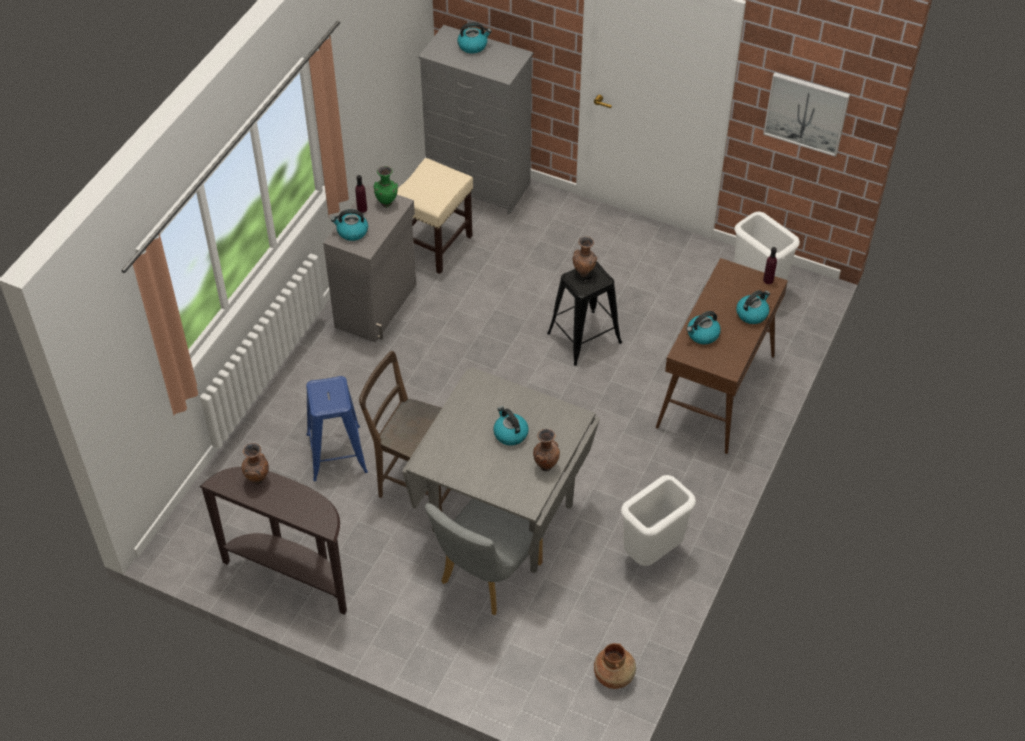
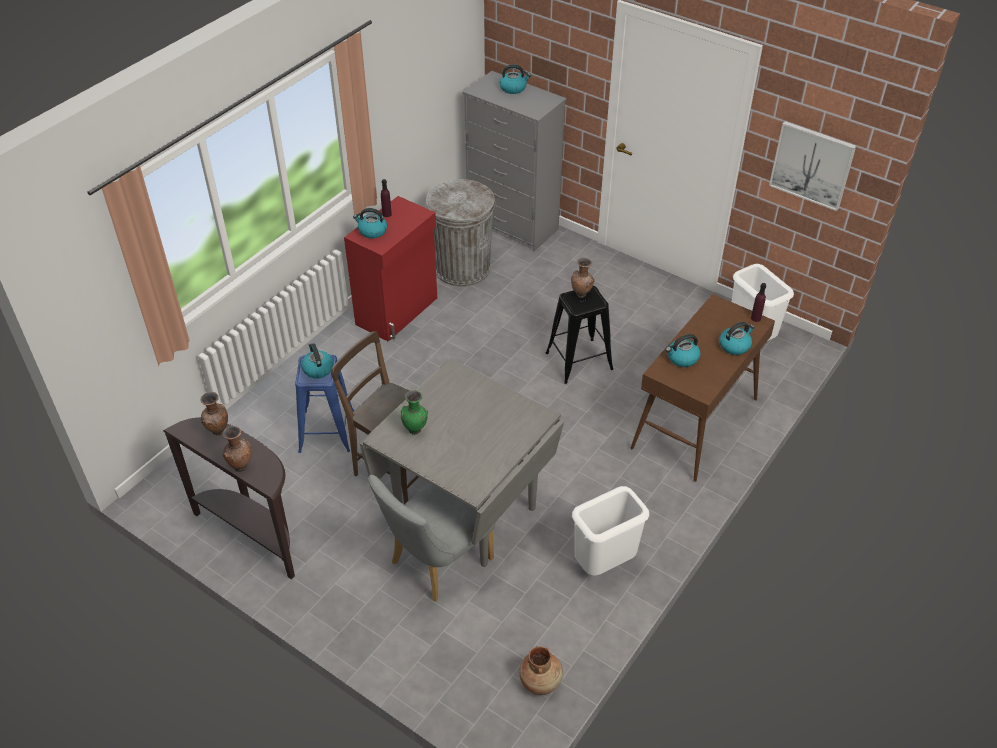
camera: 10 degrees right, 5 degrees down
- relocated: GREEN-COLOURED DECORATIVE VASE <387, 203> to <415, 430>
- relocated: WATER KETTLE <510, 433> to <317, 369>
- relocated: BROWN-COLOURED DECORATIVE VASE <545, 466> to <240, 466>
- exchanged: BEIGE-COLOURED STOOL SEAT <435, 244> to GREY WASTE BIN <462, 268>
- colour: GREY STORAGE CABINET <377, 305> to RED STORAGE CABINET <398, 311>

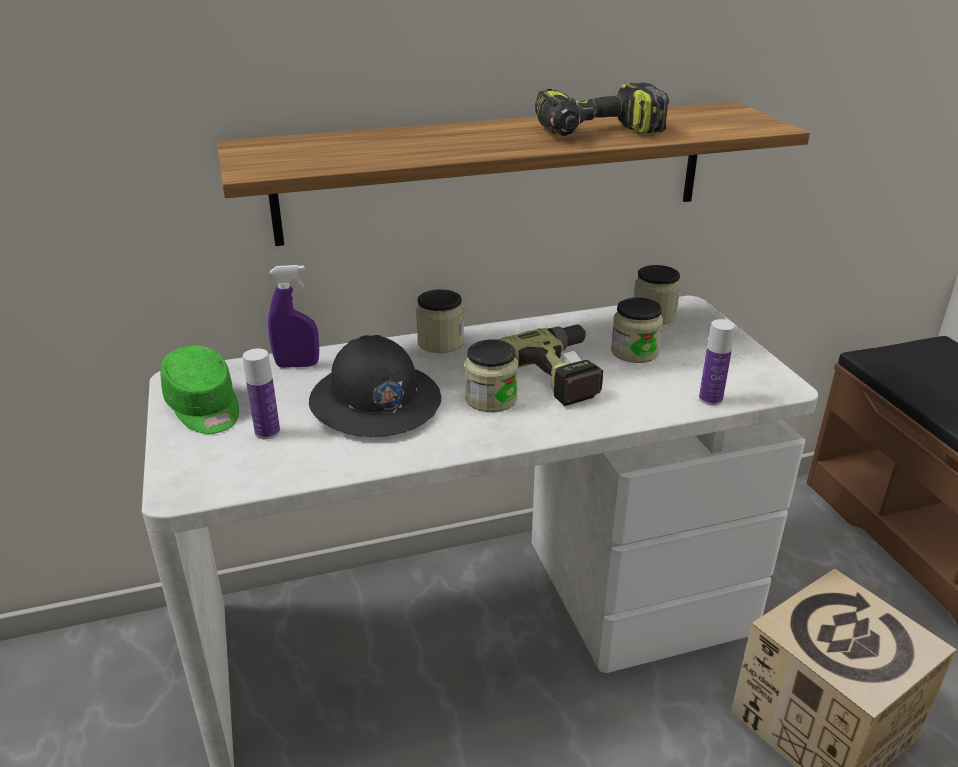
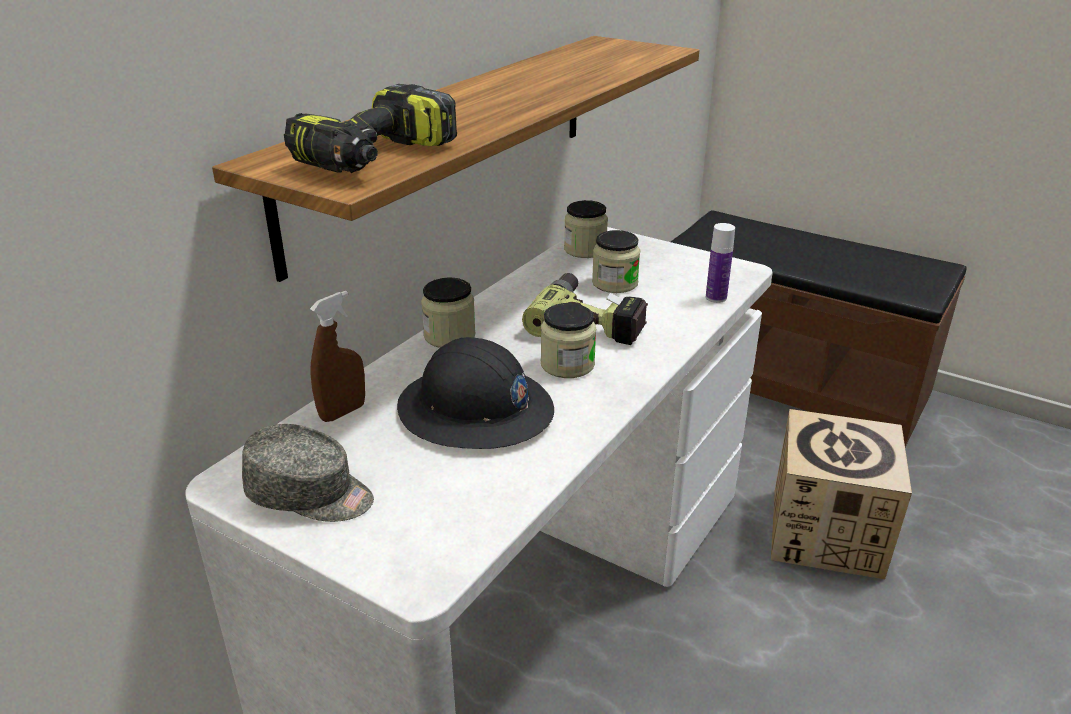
camera: 40 degrees left, 0 degrees up
- missing: DRINK BOTTLE <267, 432>
- relocated: ELECTRIC DRILL <598, 133> to <377, 158>
- colour: GREEN-COLOURED CAP <204, 408> to GREY CAP <311, 495>
- colour: PURPLE SPRAY BOTTLE <297, 365> to BROWN-COLOURED SPRAY BOTTLE <343, 412>

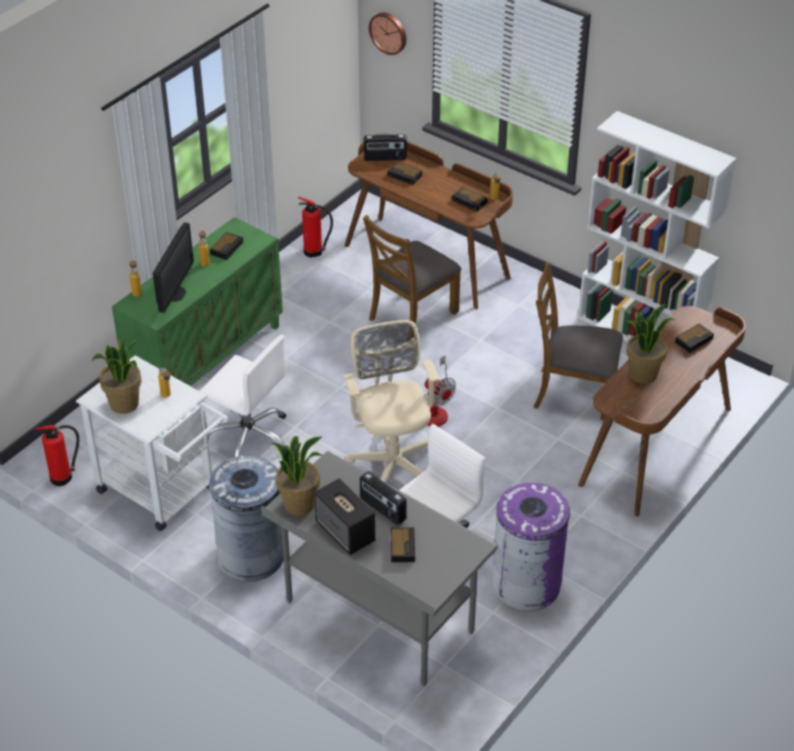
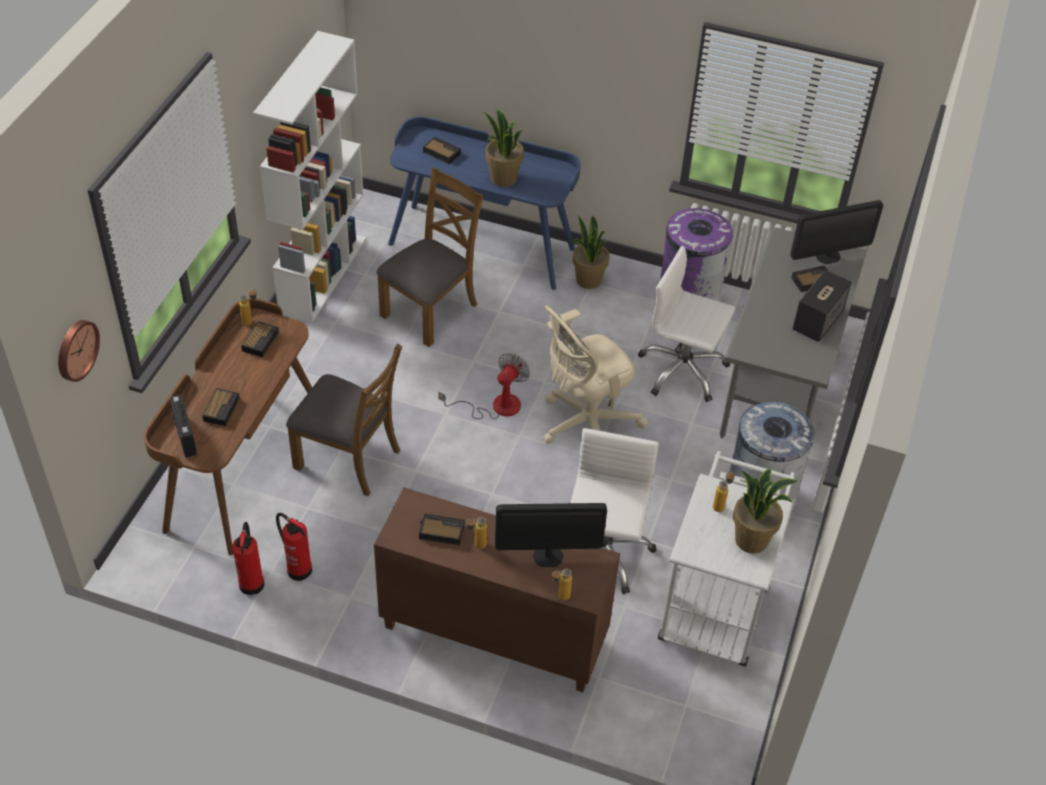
camera: 110 degrees left, 5 degrees up
- missing: RADIO RECEIVER <382, 509>
- appeared: COMPUTER SCREEN <828, 256>
- relocated: FIRE EXTINGUISHER <63, 477> to <298, 568>
- relocated: PLANT IN A POT <299, 504> to <588, 280>
- colour: GREEN-COLOURED STORAGE CABINET <206, 359> to BROWN-COLOURED STORAGE CABINET <492, 634>
- colour: BROWN-COLOURED DESK <658, 447> to BLUE-COLOURED DESK <482, 245>
- spun: BROWN-COLOURED UPRIGHT CHAIR <573, 393> = <430, 310> 135 degrees counterclockwise

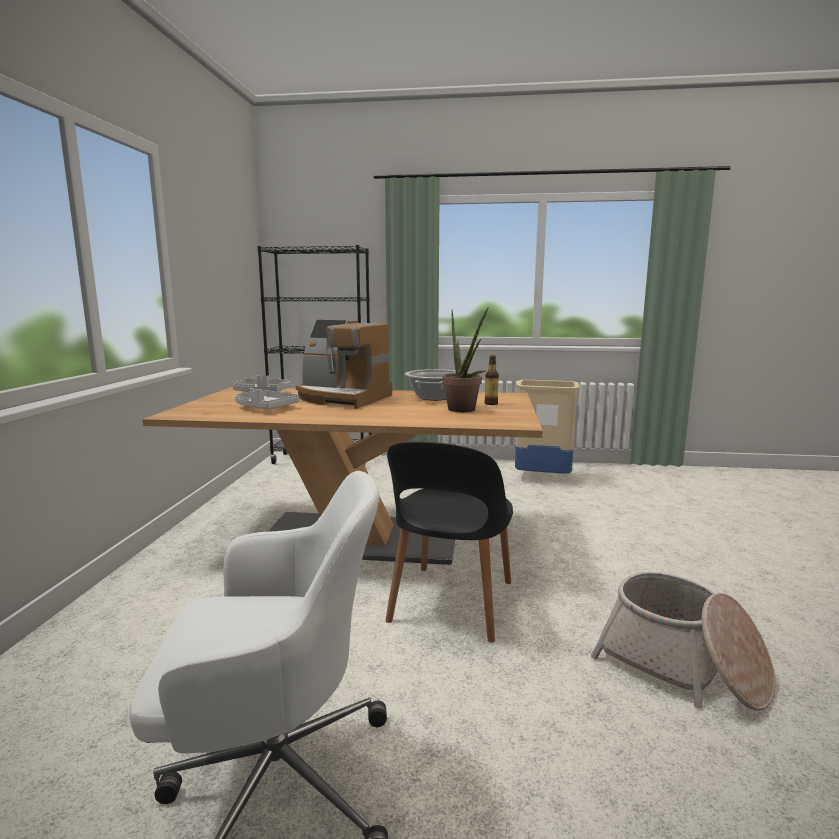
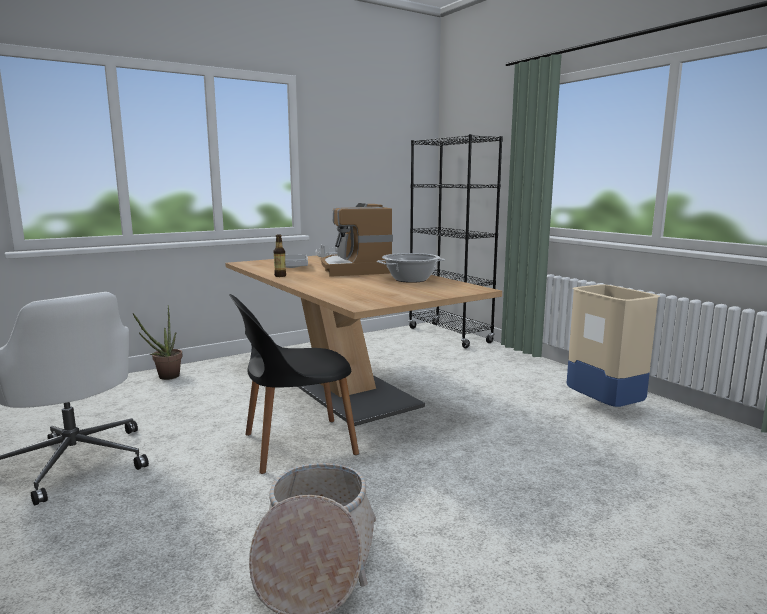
camera: 50 degrees right, 0 degrees up
- relocated: PLANT IN A POT <464, 410> to <165, 377>
- relocated: DRINK BOTTLE <491, 403> to <280, 276>

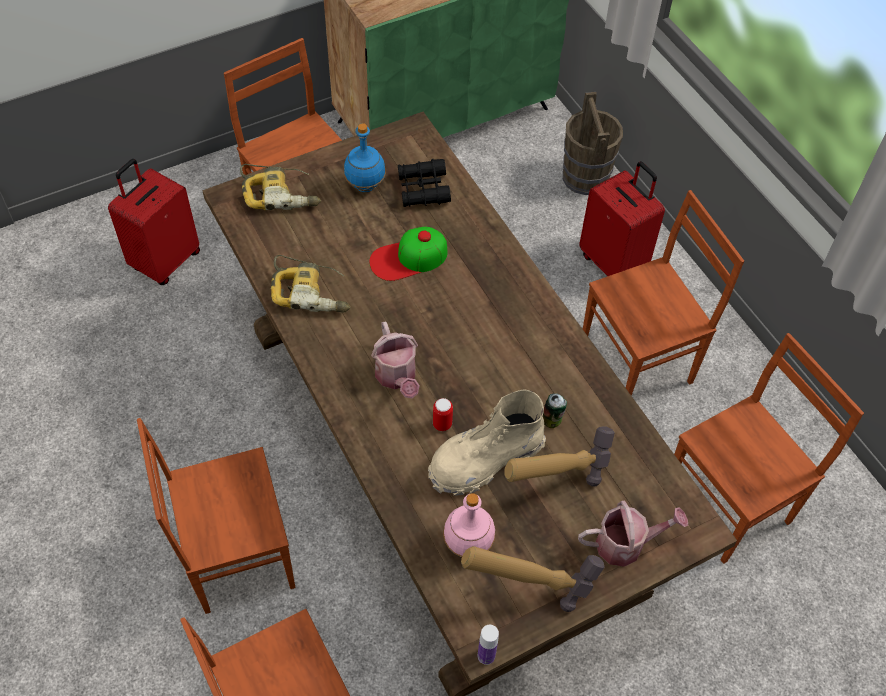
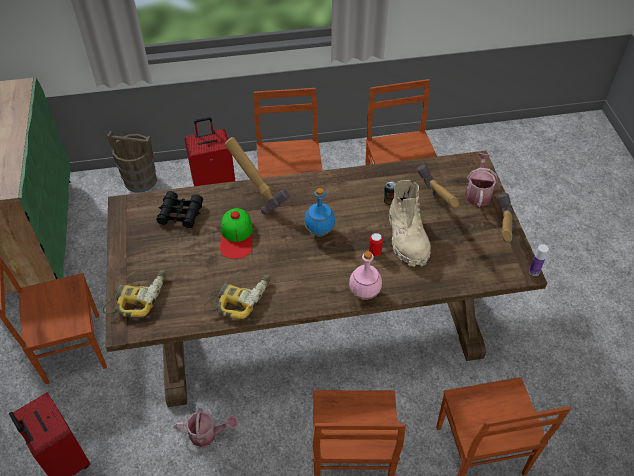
camera: 70 degrees left, 5 degrees down
- appeared: TOOL HAMMER <259, 196>
- relocated: BLUE-COLOURED DRINK BOTTLE <365, 186> to <319, 232>
- relocated: WATERING POT <397, 377> to <207, 434>
- relocated: PINK-COLOURED DRINK BOTTLE <468, 545> to <365, 294>

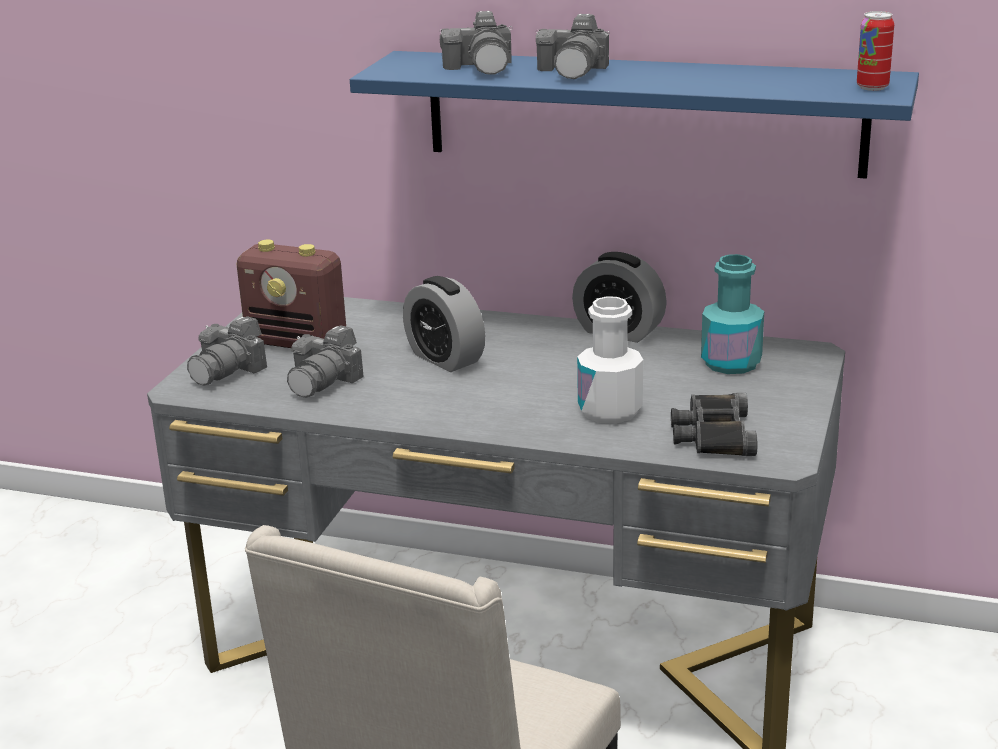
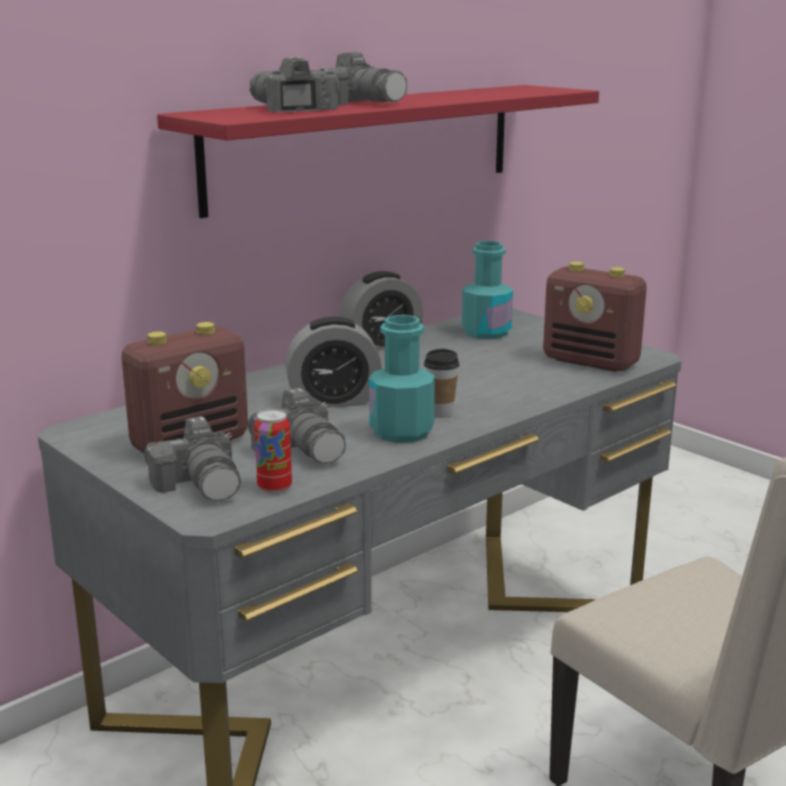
camera: 60 degrees left, 5 degrees down
- missing: WHITISH DRINK BOTTLE <610, 411>
- appeared: TURQUOISE-COLOURED DRINK BOTTLE <401, 432>
- appeared: CUP <440, 413>
- relocated: SEALED CAN <872, 87> to <274, 488>
- exchanged: BLACKISH BINOCULARS <713, 435> to RADIO RECEIVER <591, 362>
- colour: BLUE-COLOURED SHELF <641, 112> to RED SHELF <366, 145>
- spun: STILL CAMERA <482, 67> = <290, 109> 150 degrees counterclockwise

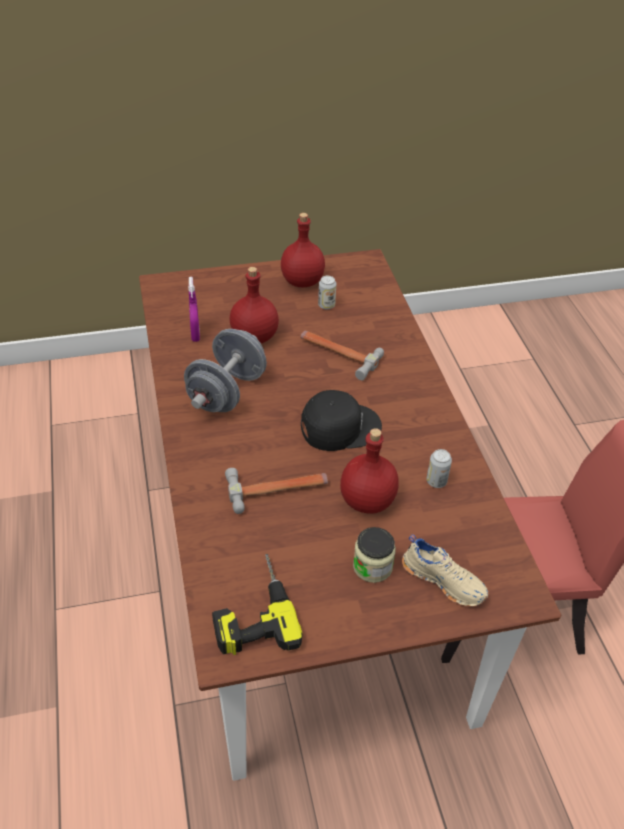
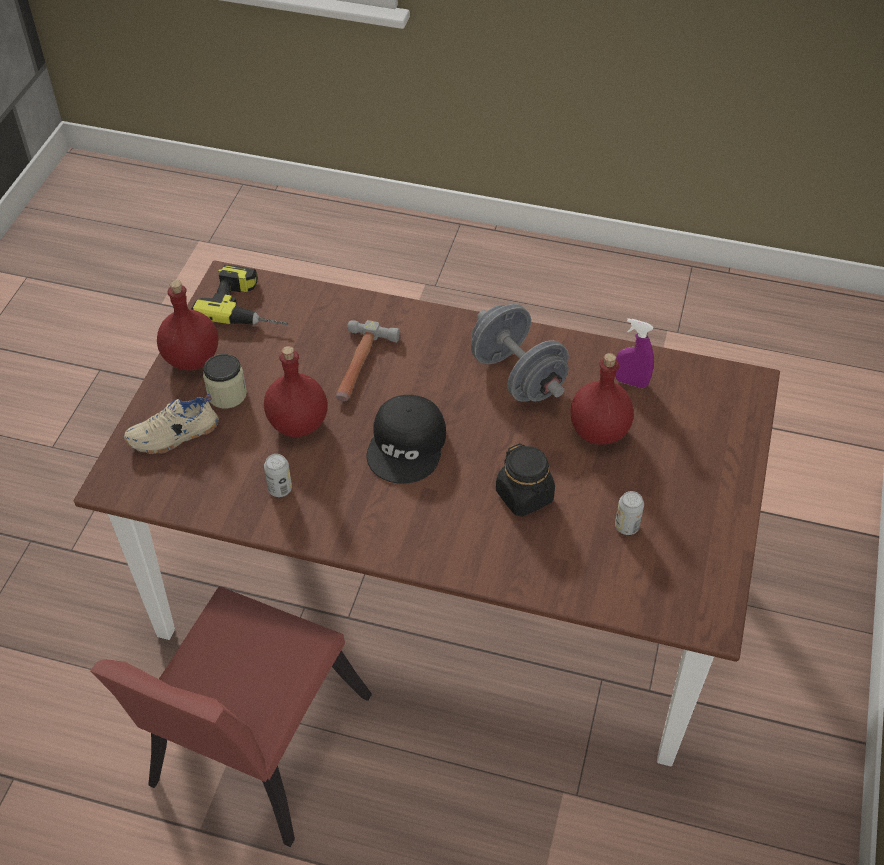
camera: 120 degrees right, 5 degrees up
- relocated: RED DRINK BOTTLE <301, 281> to <192, 358>
- exchanged: TOOL HAMMER <338, 354> to BLACKISH JAR <524, 496>

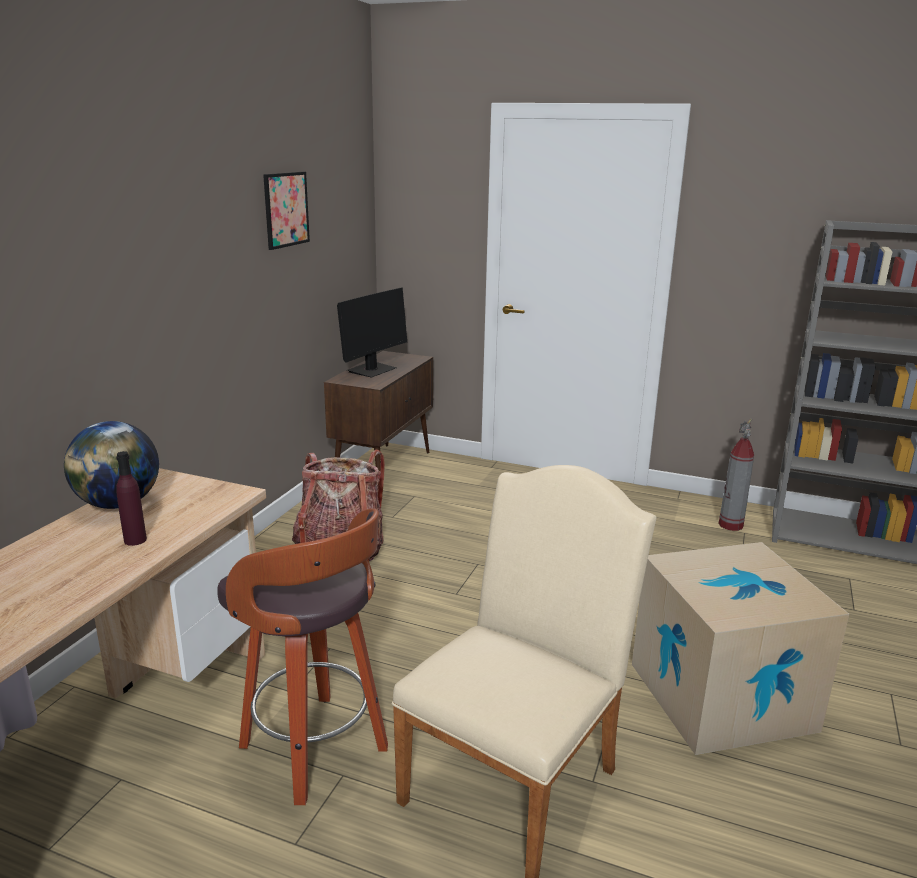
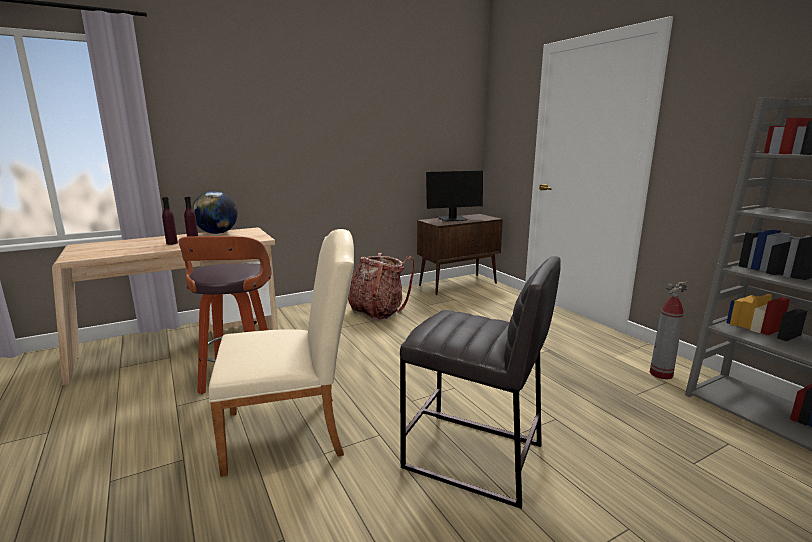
camera: 40 degrees right, 5 degrees down
- missing: WALL ART <286, 209>
- appeared: PURPLE DRINK BOTTLE <172, 243>
- exchanged: CARTON <721, 696> to GREY STOOL SEAT <474, 457>

